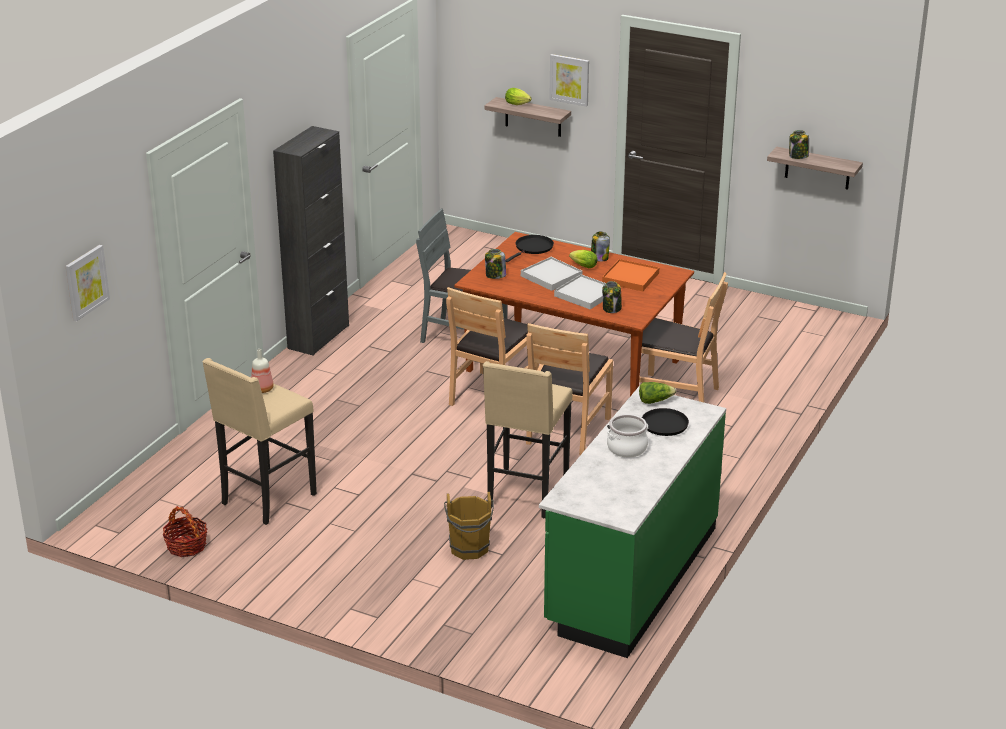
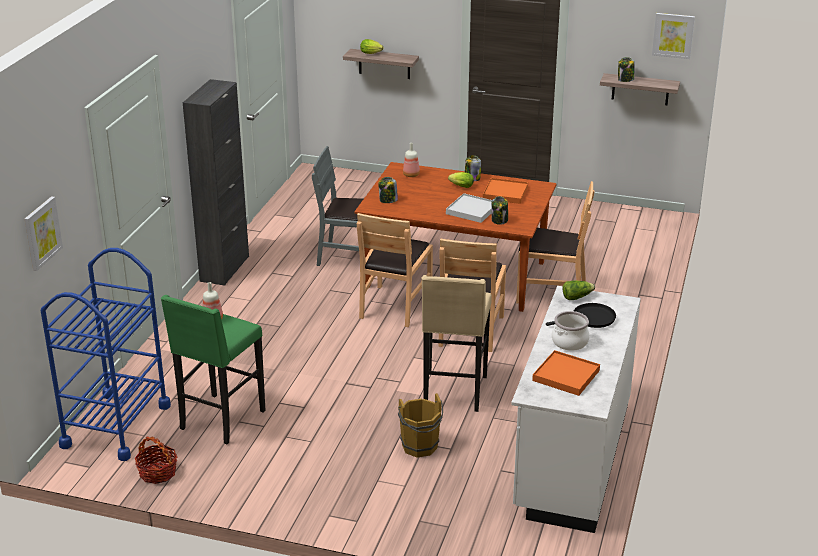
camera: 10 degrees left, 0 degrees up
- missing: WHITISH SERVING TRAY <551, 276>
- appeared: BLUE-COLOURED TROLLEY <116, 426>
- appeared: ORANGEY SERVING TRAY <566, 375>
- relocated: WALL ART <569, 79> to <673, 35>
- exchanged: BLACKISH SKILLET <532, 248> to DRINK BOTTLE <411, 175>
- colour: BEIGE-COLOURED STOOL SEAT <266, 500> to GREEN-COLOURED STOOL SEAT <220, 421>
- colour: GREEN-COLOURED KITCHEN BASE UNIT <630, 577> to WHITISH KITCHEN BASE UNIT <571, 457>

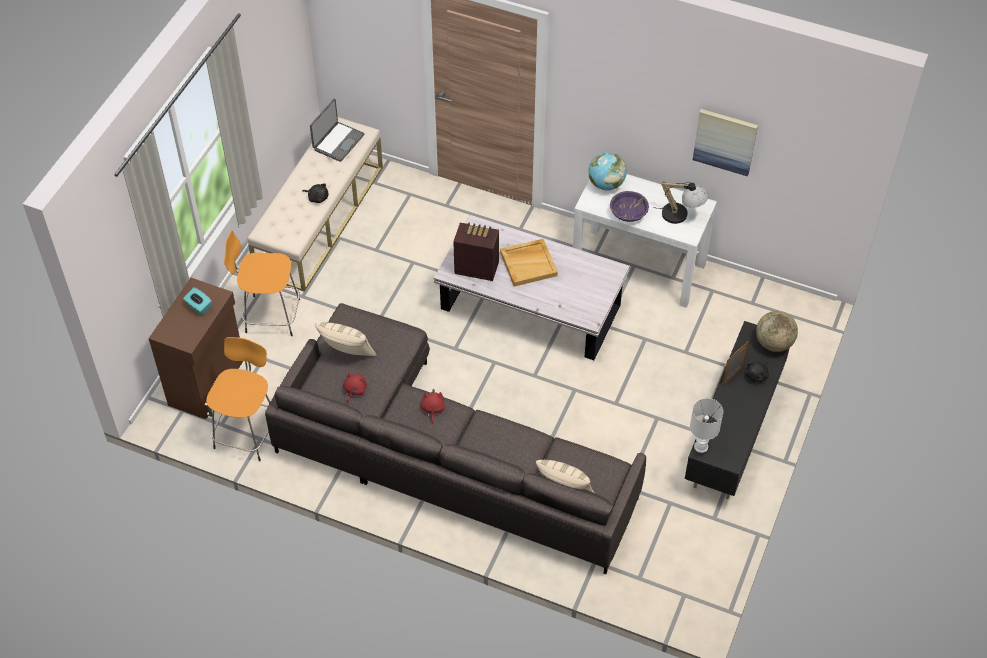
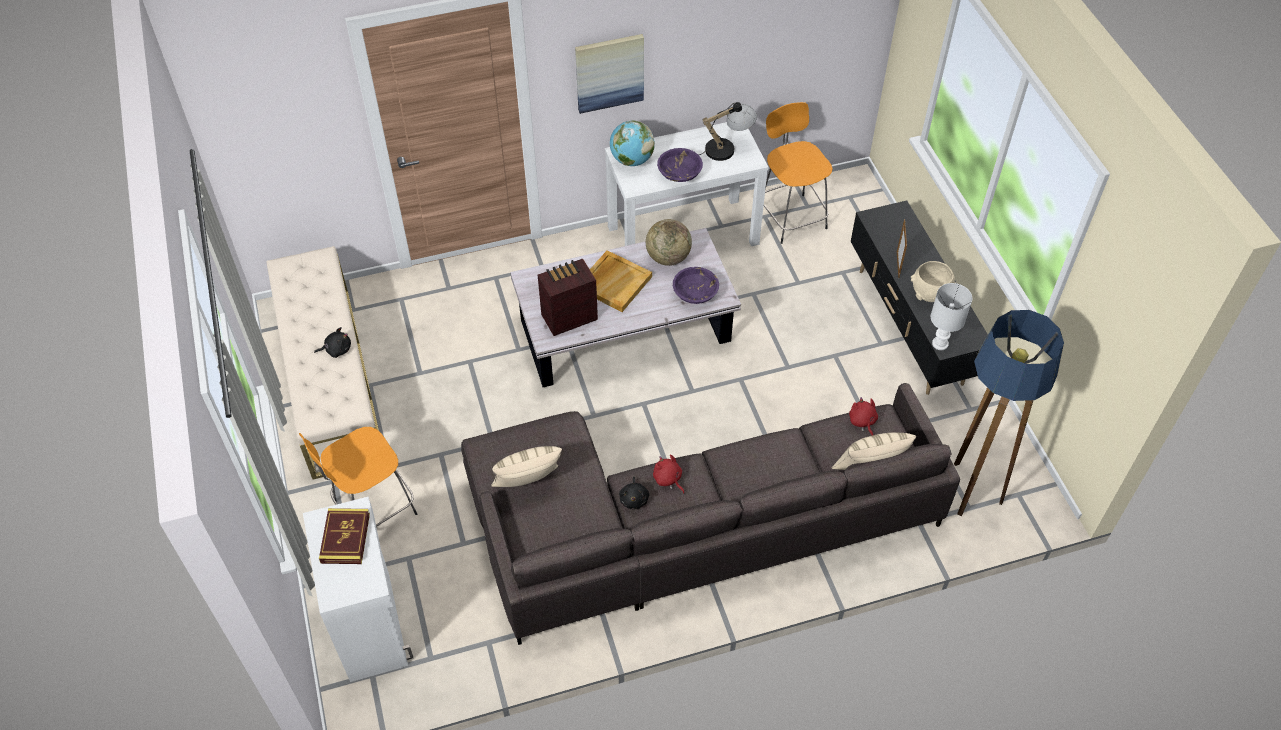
camera: 40 degrees left, 0 degrees up
- missing: LAPTOP <338, 142>
- appeared: PURPLE DEEP DISH <695, 293>
- appeared: BEIGE-COLOURED DEEP DISH <930, 294>
- appeared: FLOOR LAMP <969, 488>
- relocated: ORANGEY STOOL SEAT <247, 432> to <791, 217>
- relocated: RED SOFT TOY <354, 390> to <862, 422>
- relocated: WALL ART <725, 141> to <609, 72>
- relocated: BLACKISH SOFT TOY <757, 375> to <634, 499>
- relocated: GLOBE <774, 343> to <668, 257>
- exchanged: TURQUOISE-COLOURED BOX OF TISSUES <199, 307> to BOUND BOOK <345, 538>
- colour: BROWN-COLOURED STORAGE CABINET <208, 382> to WHITISH STORAGE CABINET <371, 624>

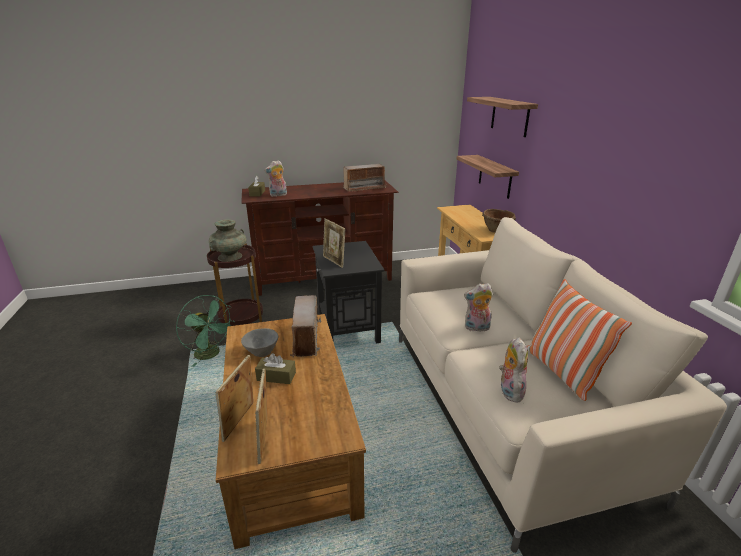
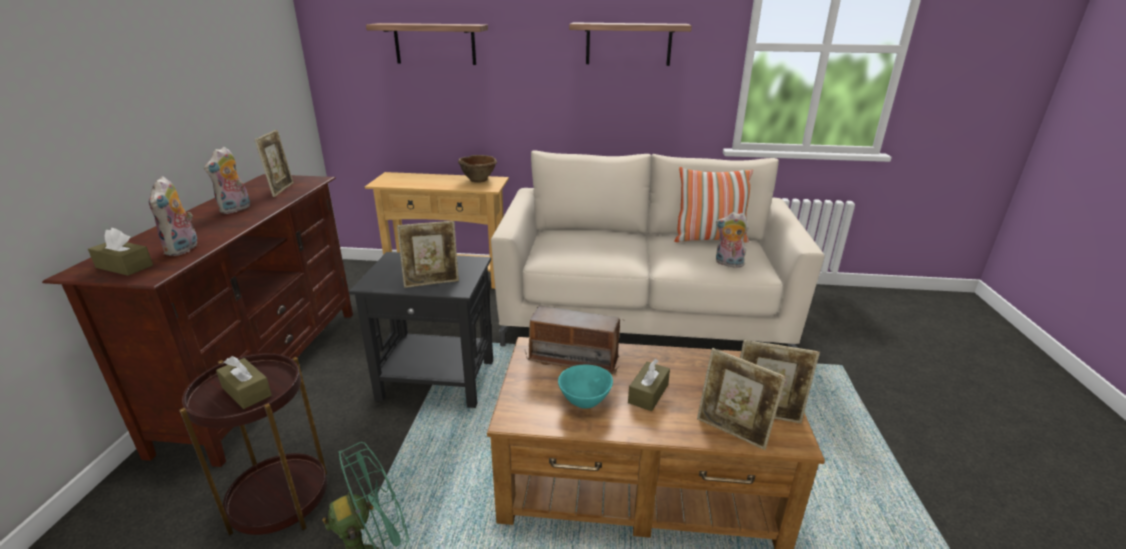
camera: 70 degrees left, 0 degrees up
- relocated: SHELF <495, 176> to <628, 44>
- relocated: SOFT TOY <476, 328> to <236, 209>
- exchanged: TURQUOISE-COLOURED DECORATIVE VASE <230, 257> to BROWN-COLOURED BOX OF TISSUES <246, 391>
- exchanged: RADIO RECEIVER <364, 188> to PHOTO FRAME <281, 189>
- colour: GREY DEEP DISH <262, 351> to TURQUOISE-COLOURED DEEP DISH <584, 400>

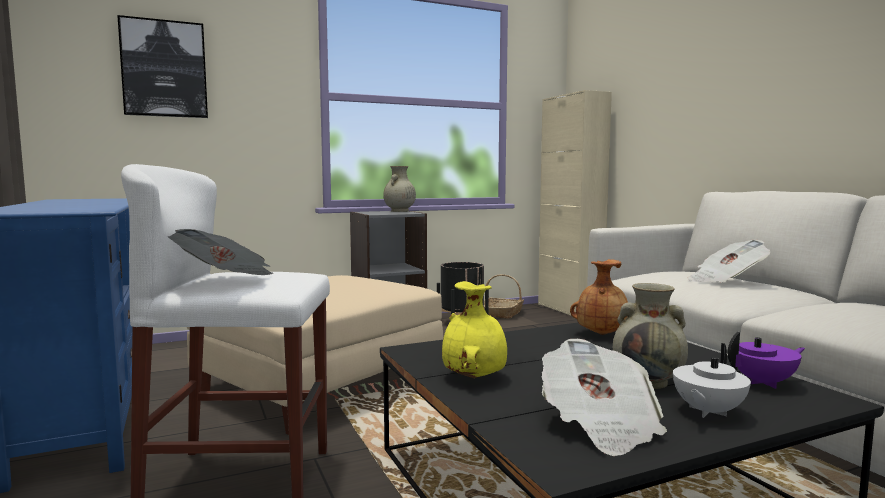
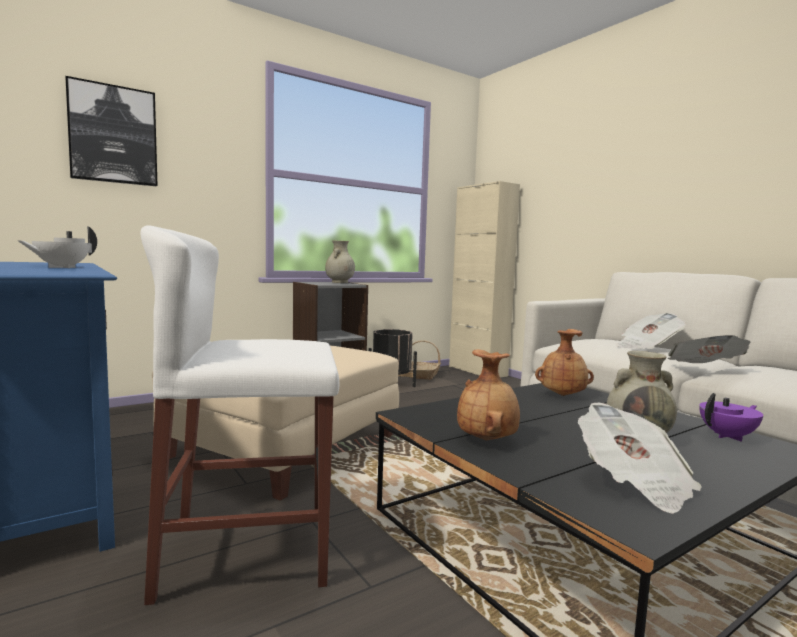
camera: 10 degrees left, 0 degrees up
- relocated: DAILY PAPER <226, 282> to <704, 370>
- relocated: WHITISH TEAPOT <707, 412> to <61, 267>
- colour: YELLOWISH DECORATIVE VASE <475, 377> to BROWN-COLOURED DECORATIVE VASE <487, 439>

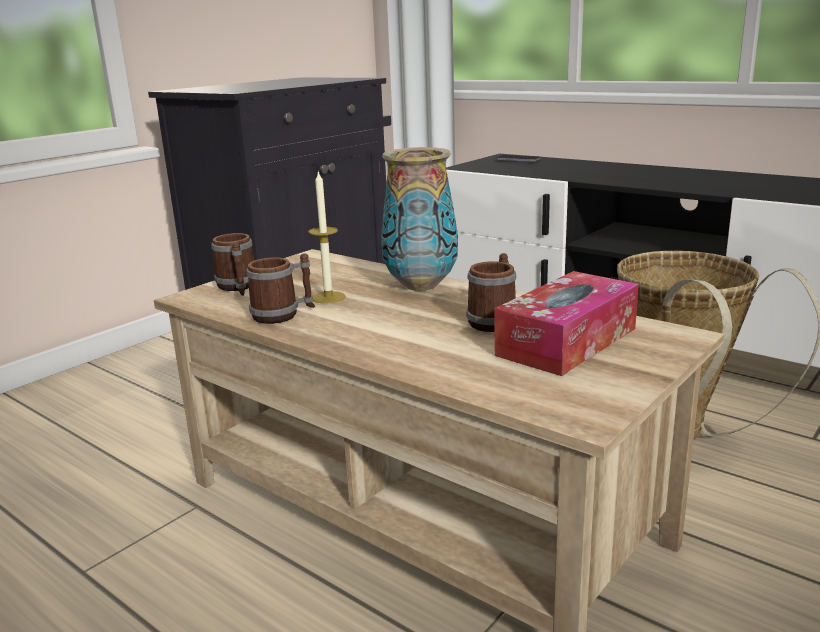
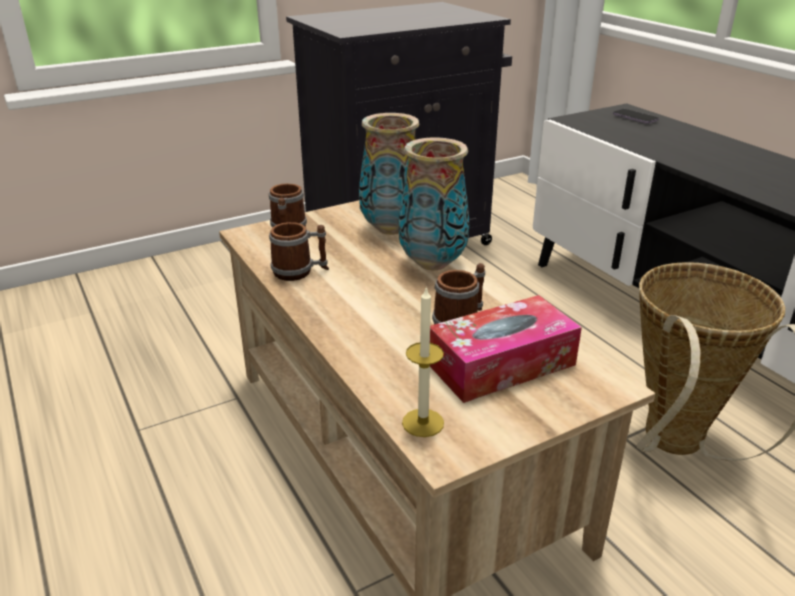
camera: 20 degrees right, 10 degrees up
- appeared: DECORATIVE VASE <391, 229>
- relocated: CANDLE <328, 297> to <423, 423>

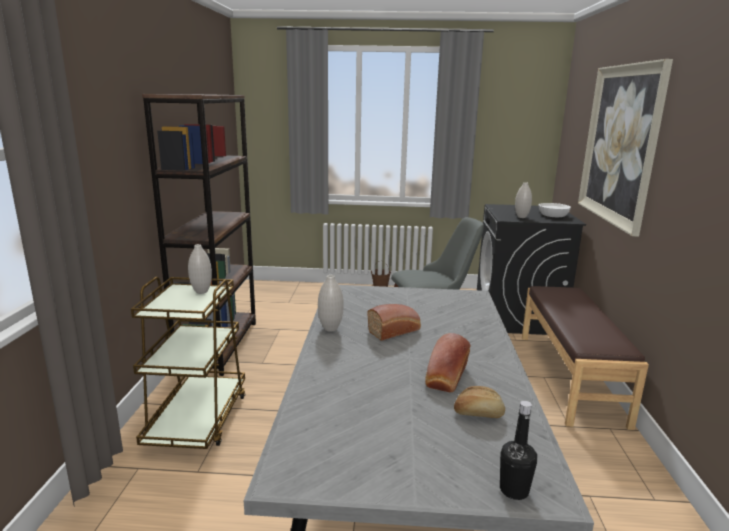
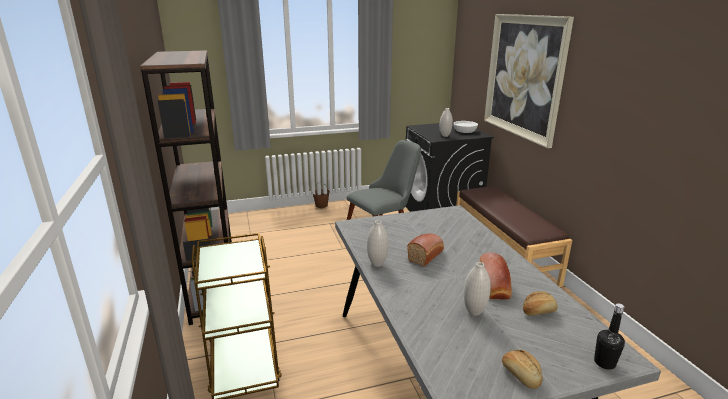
camera: 20 degrees left, 5 degrees up
- appeared: BAKED BREAD <521, 375>
- relocated: WHITISH DECORATIVE VASE <201, 292> to <474, 312>

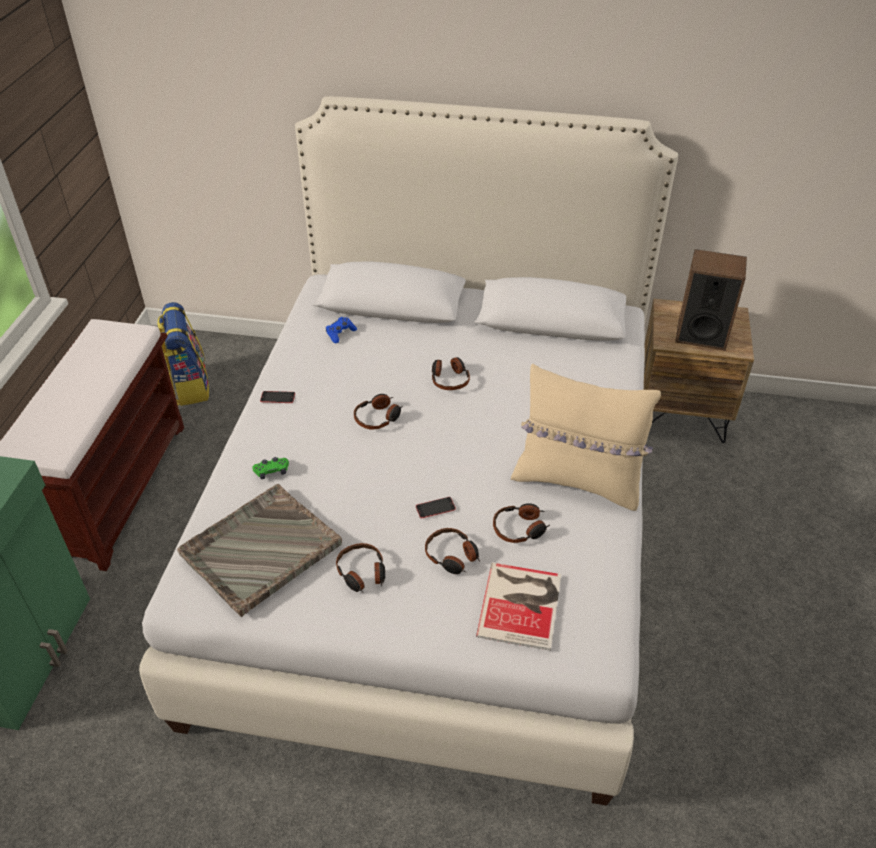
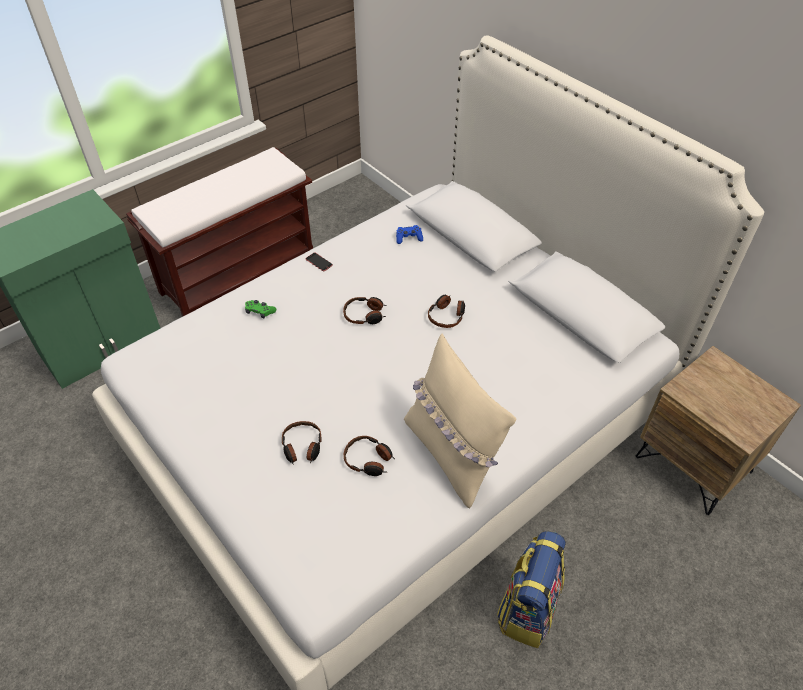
camera: 40 degrees right, 5 degrees up
- missing: GREY SERVING TRAY <259, 550>
- missing: HEADPHONES <362, 573>
- missing: PHONE <435, 508>
- missing: BOUND BOOK <522, 604>
- missing: LOUDSPEAKER <701, 334>
- relocated: RUCKSACK <188, 386> to <527, 608>

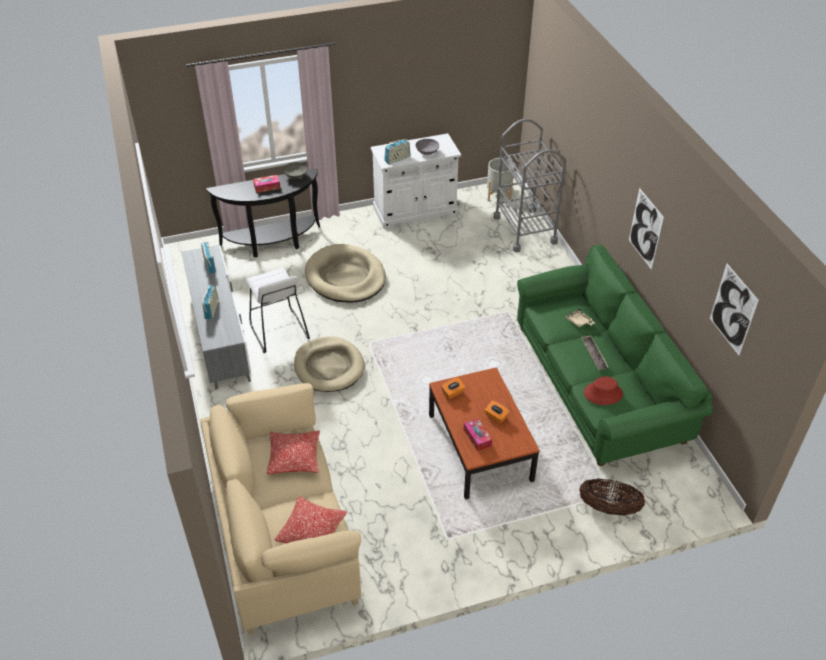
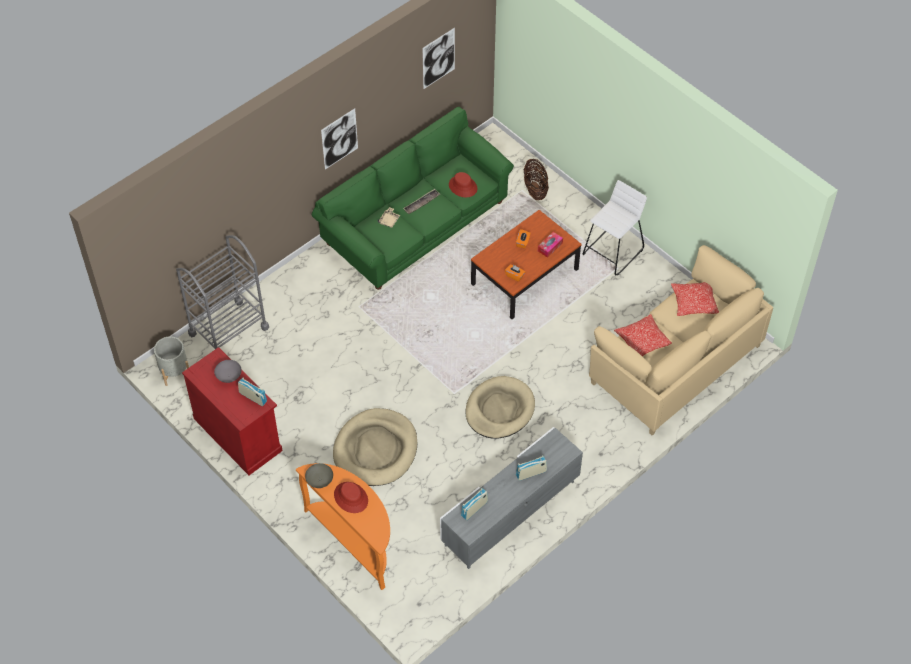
camera: 115 degrees left, 10 degrees up
- relocated: WHITISH STOOL SEAT <278, 331> to <613, 252>
- exchanged: BOX OF TISSUES <267, 187> to RED HAT <351, 497>
- colour: BLACKISH HALL TABLE <272, 243> to ORANGEY HALL TABLE <355, 540>
- colour: WHITISH STORAGE CABINET <415, 210> to RED STORAGE CABINET <238, 434>

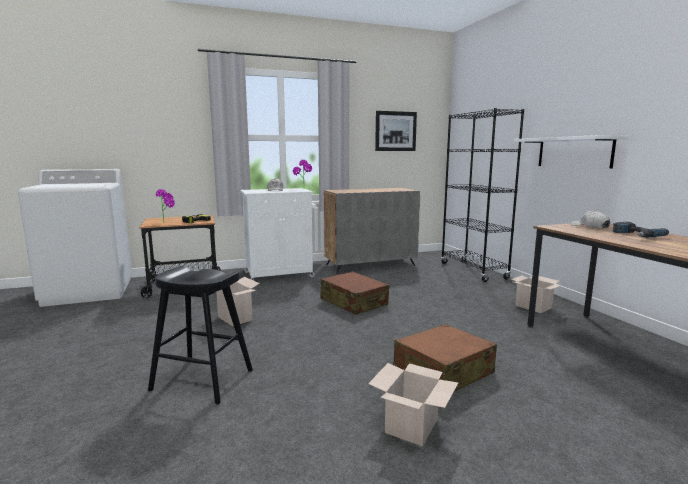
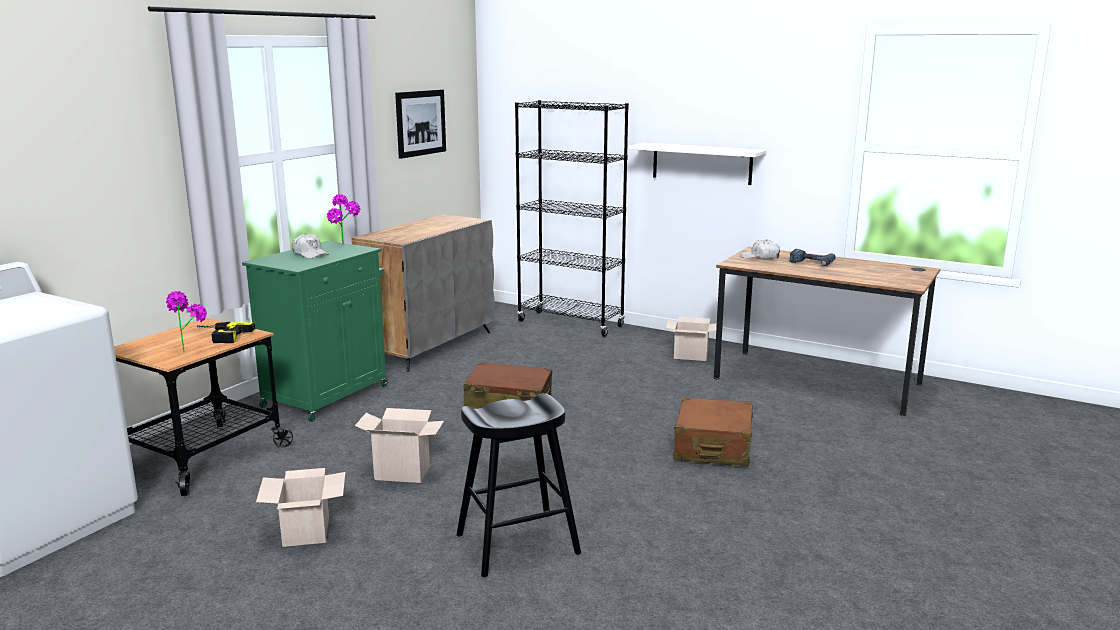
camera: 40 degrees left, 5 degrees up
- relocated: CARTON <412, 427> to <307, 532>
- colour: WHITISH STORAGE CABINET <280, 274> to GREEN-COLOURED STORAGE CABINET <327, 395>

